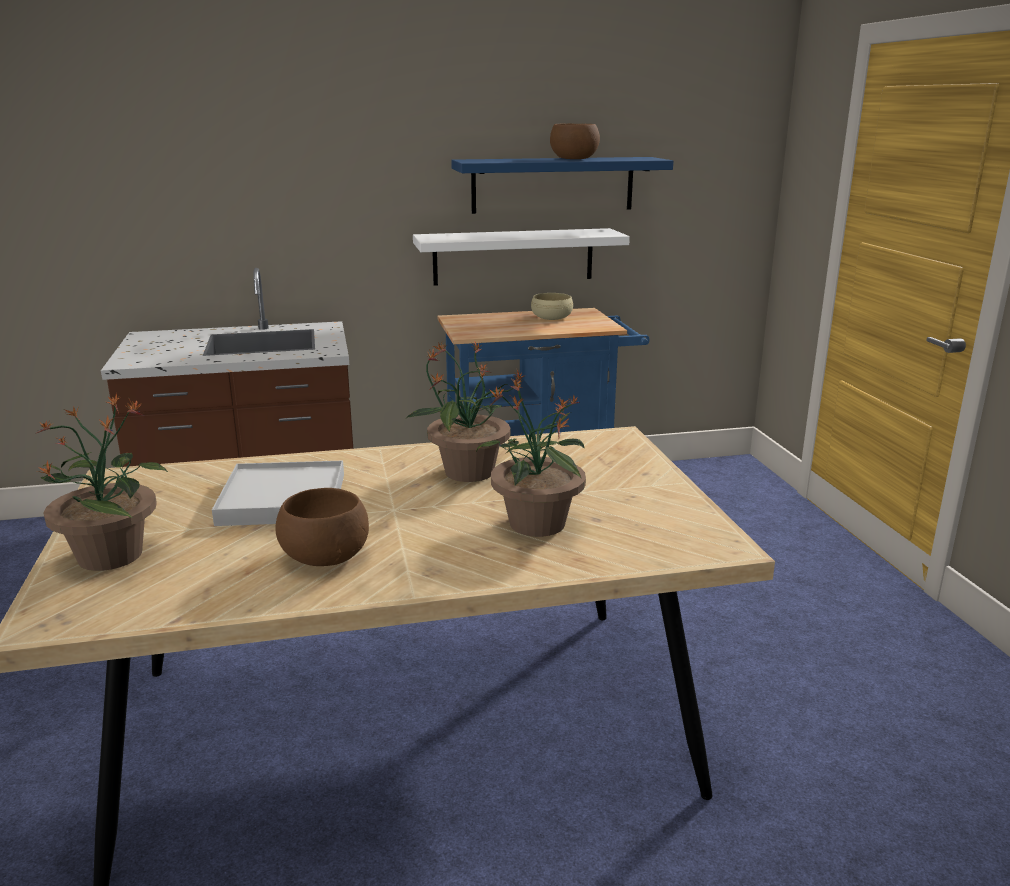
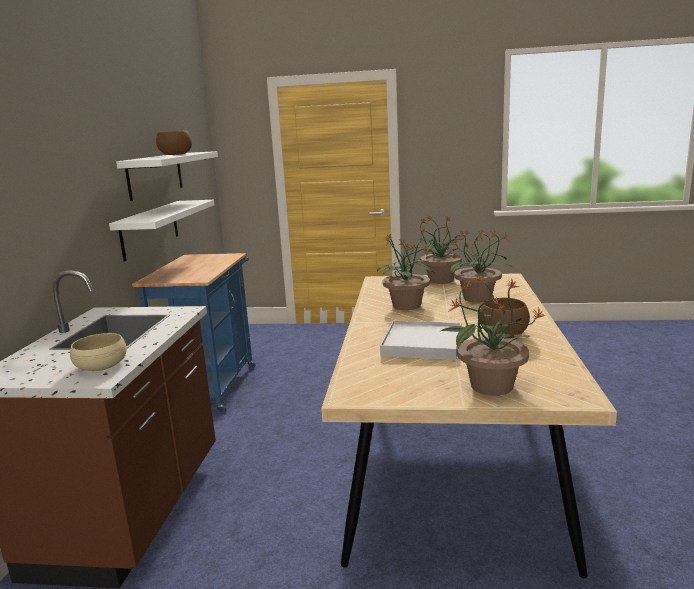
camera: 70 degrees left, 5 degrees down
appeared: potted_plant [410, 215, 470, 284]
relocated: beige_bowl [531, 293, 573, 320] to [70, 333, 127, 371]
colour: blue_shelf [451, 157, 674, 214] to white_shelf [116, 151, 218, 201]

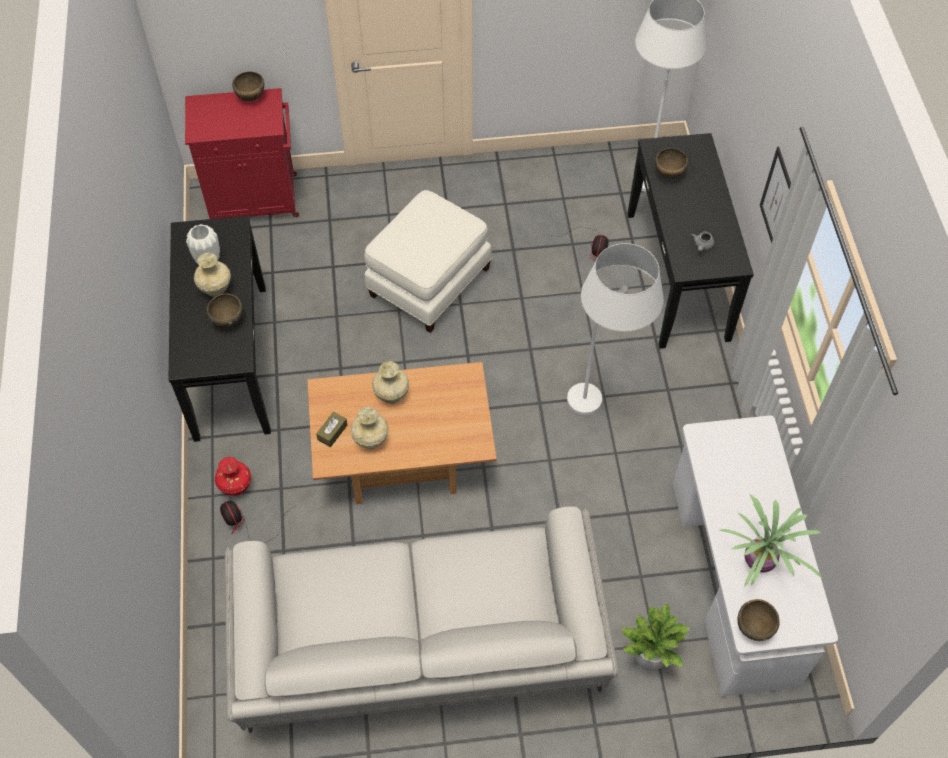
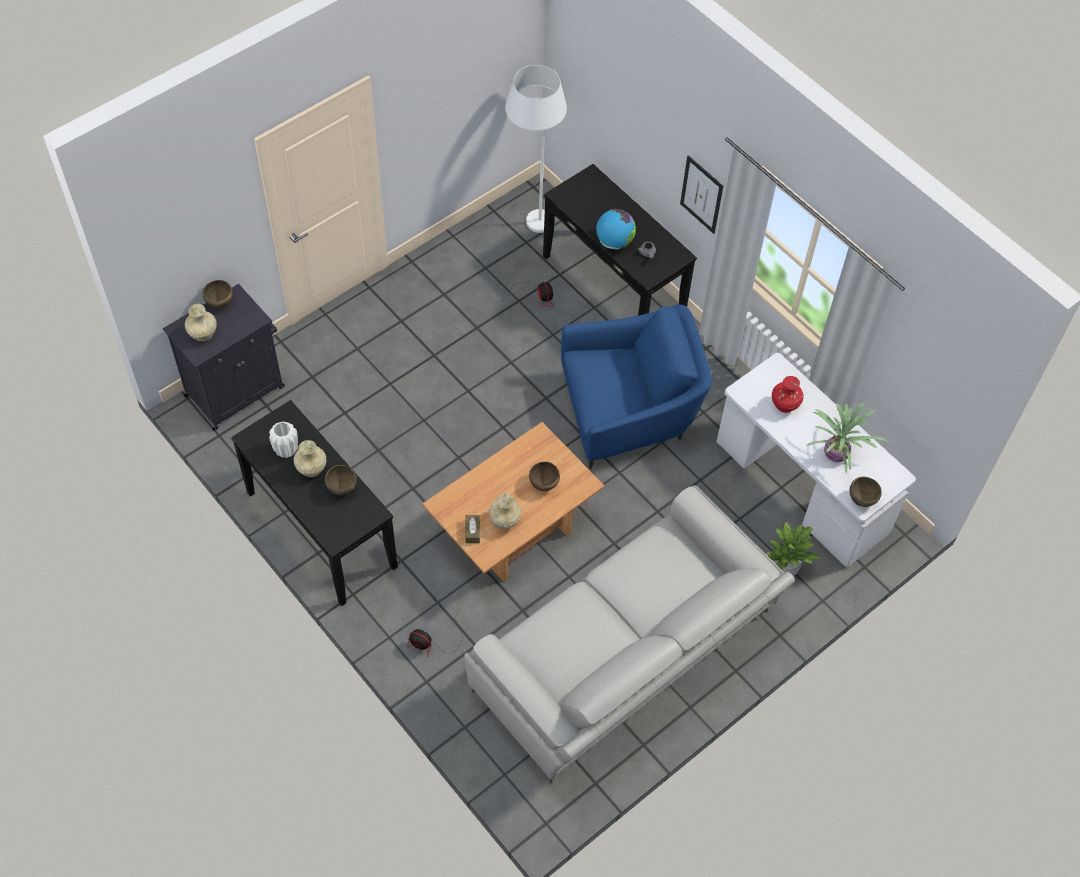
camera: 35 degrees left, 0 degrees up
missing: white_ottoman [364, 190, 492, 333]
appeared: globe [596, 209, 636, 250]
relocated: beige_vase [372, 361, 409, 403] to [185, 304, 217, 341]; brown_bowl [655, 148, 688, 179] to [529, 462, 560, 491]; red_vase [215, 457, 251, 496] to [772, 376, 803, 413]
exchanged: white_floor_lamp [567, 243, 664, 415] to blue_armchair [561, 304, 712, 469]
colour: red_cabinet [185, 88, 299, 219] to black_cabinet [163, 284, 285, 431]

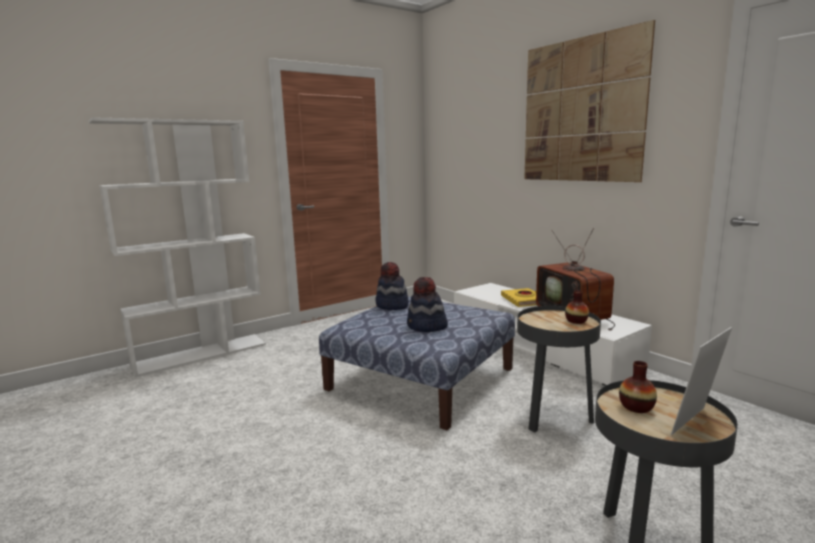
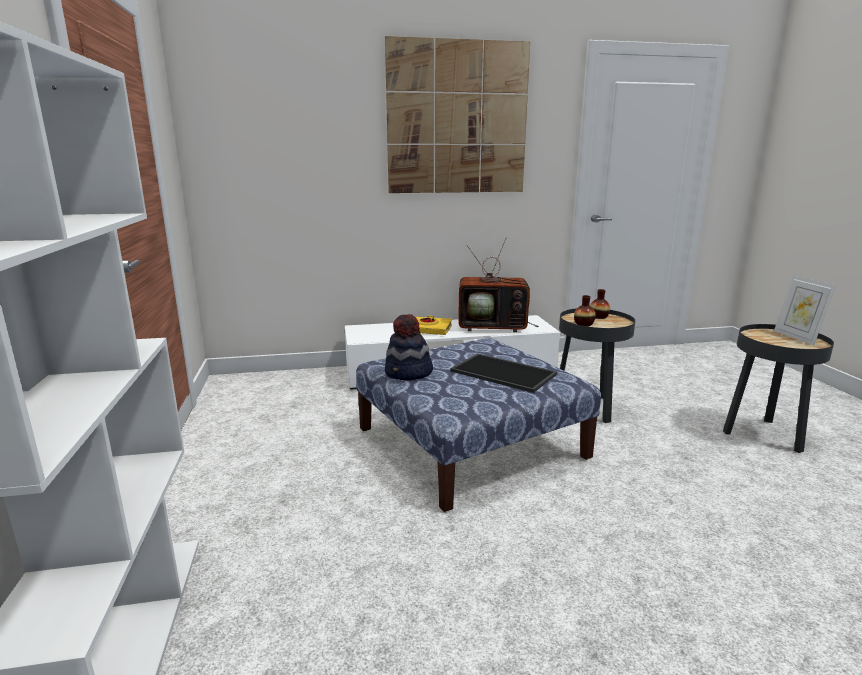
camera: 65 degrees left, 5 degrees up
relocated: vase [619, 361, 657, 413] to [574, 295, 596, 326]
exchanged: hat [407, 277, 448, 332] to tray [450, 353, 557, 393]

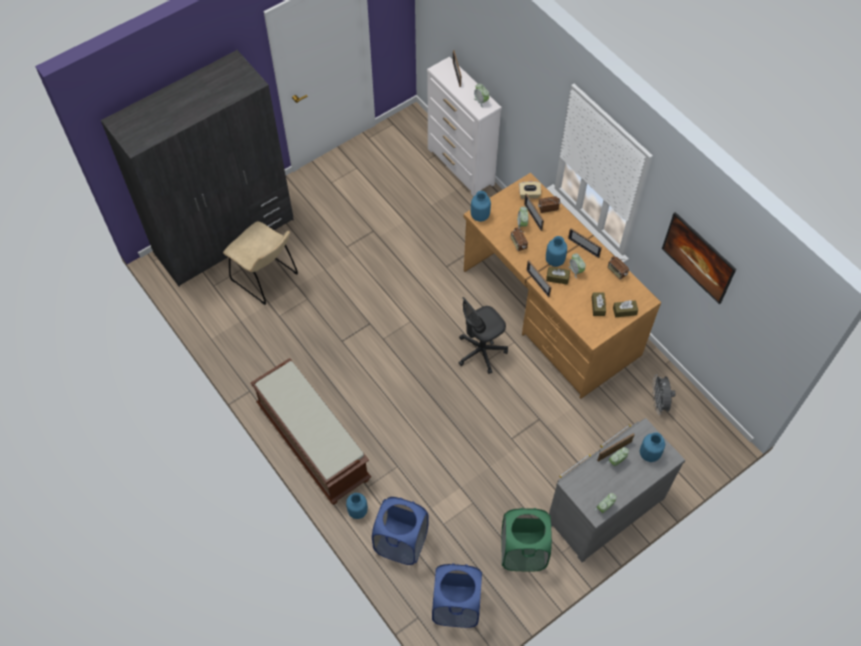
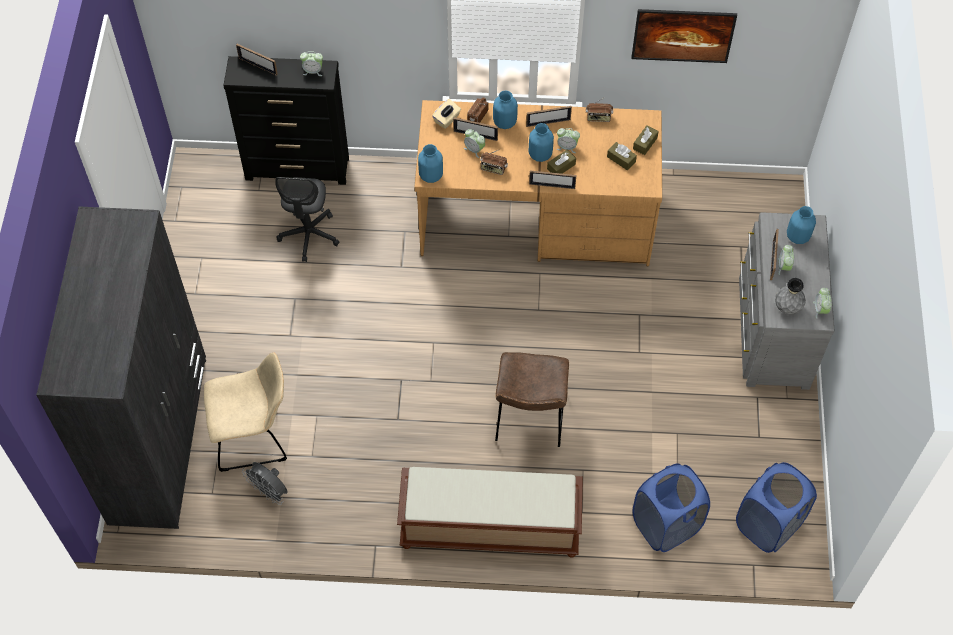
camera: 50 degrees left, 0 degrees up
missing: green_laundry_basket [501, 508, 552, 571]
appeared: brown_chair [495, 352, 569, 447]; grey_vase [775, 278, 806, 315]
relocated: grey_fan [652, 374, 676, 415] to [242, 462, 288, 505]; grey_office_chair [459, 297, 508, 374] to [275, 177, 339, 262]; blue_vase [346, 493, 368, 519] to [493, 90, 518, 129]
colour: white_dresser [427, 56, 502, 197] to black_dresser [223, 56, 349, 185]

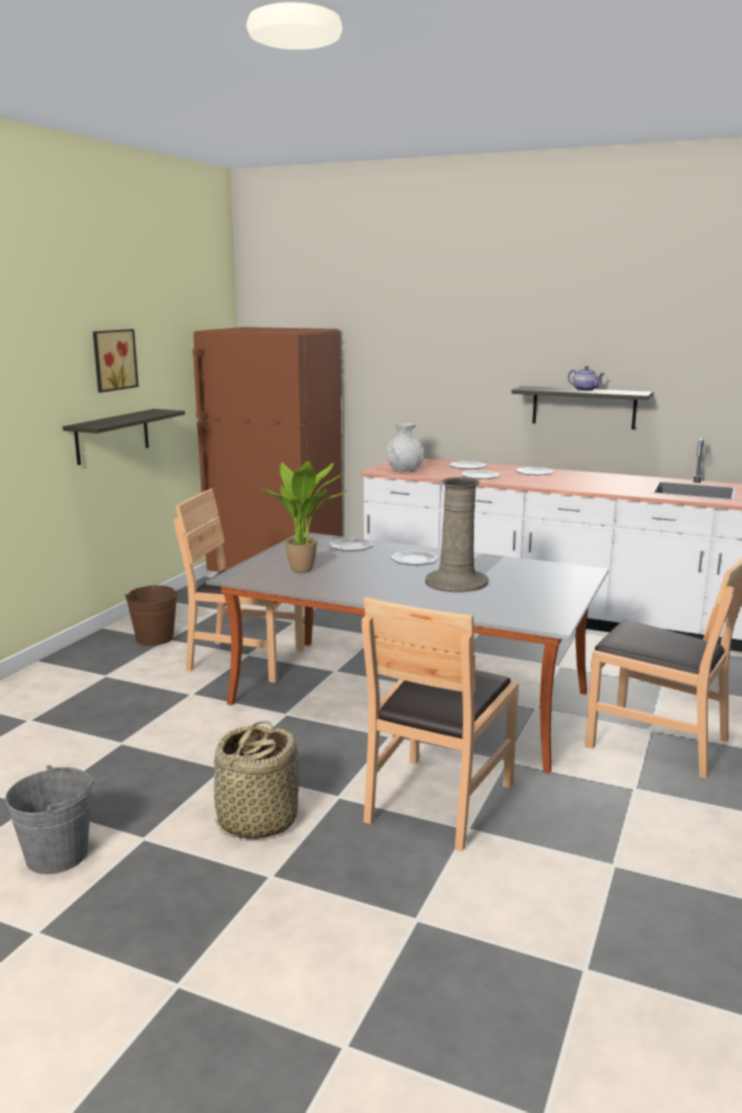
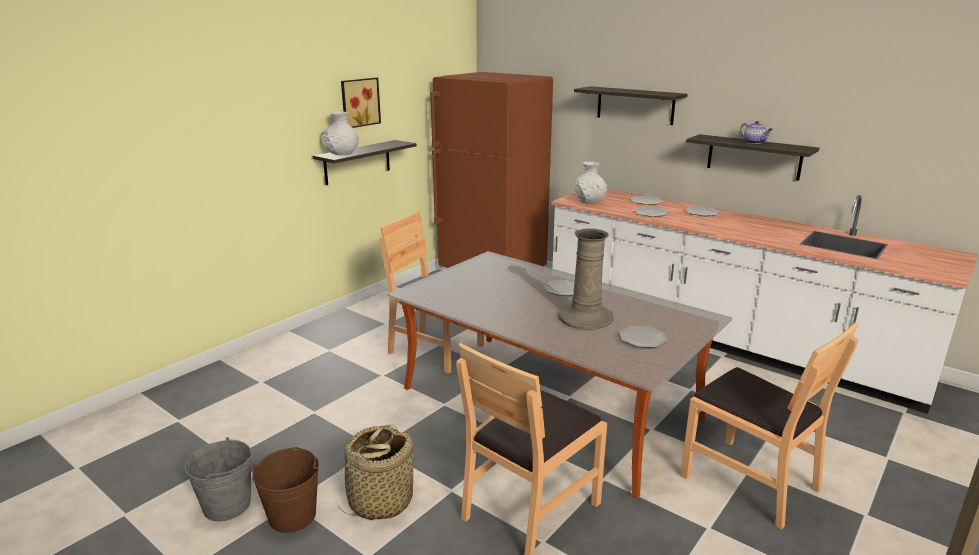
camera: 15 degrees right, 5 degrees up
missing: potted_plant [260, 461, 346, 573]
appeared: white_vase [322, 112, 359, 155]; shelf [574, 86, 688, 125]
relocated: brown_bucket [125, 585, 178, 646] to [252, 447, 319, 533]; plate [328, 538, 373, 551] to [619, 326, 667, 348]

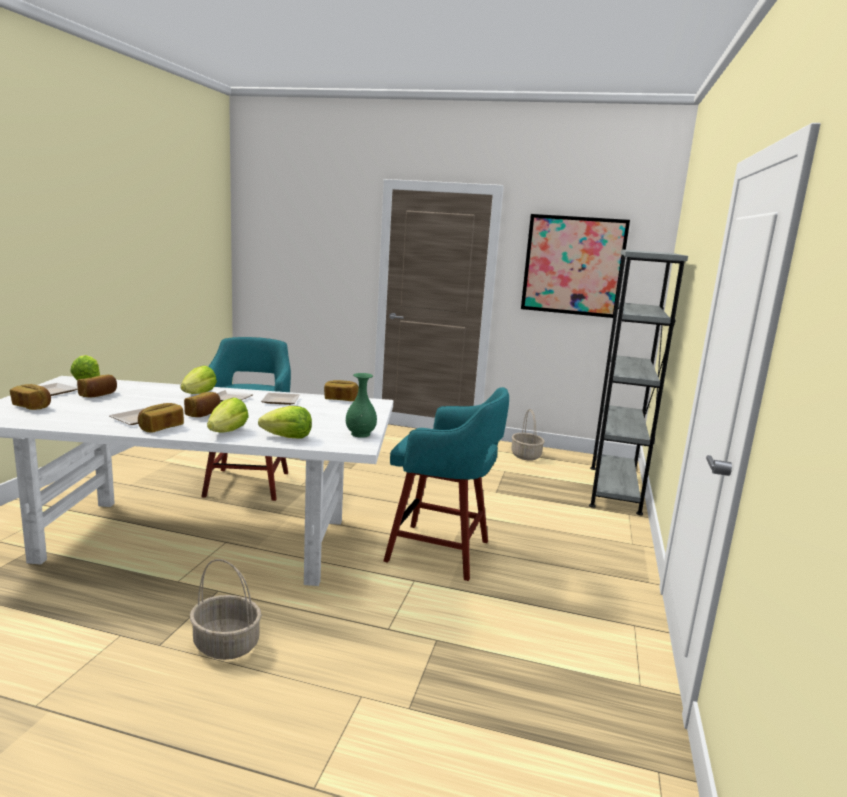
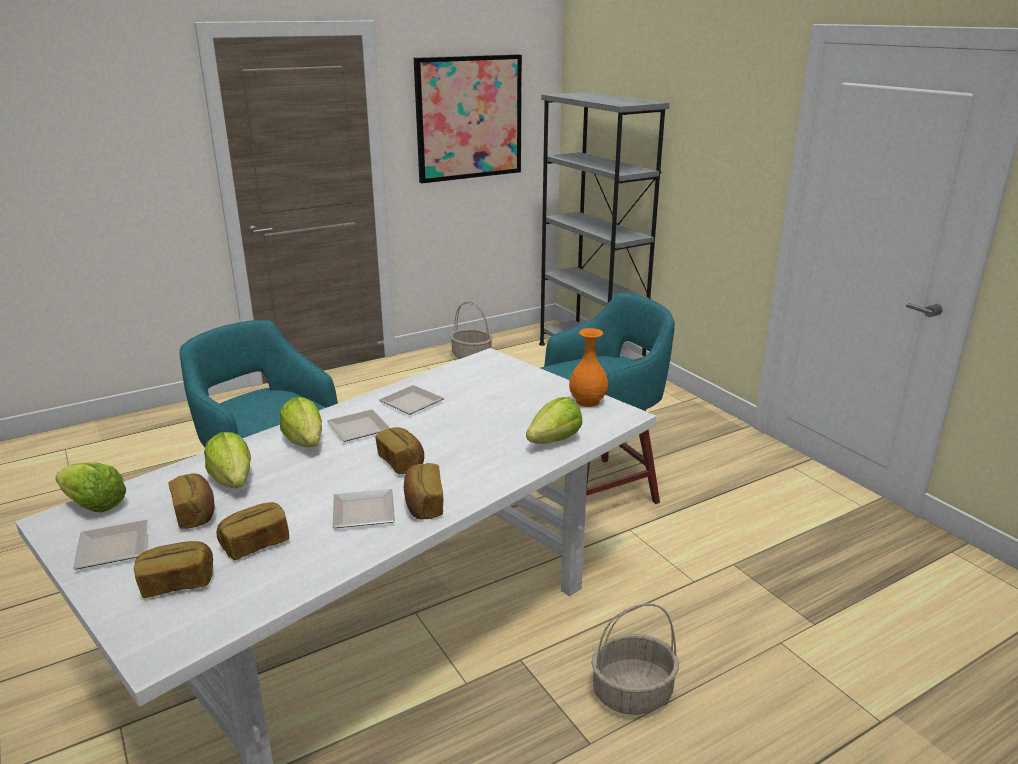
camera: 45 degrees left, 10 degrees up
relocated: lettuce [207, 398, 249, 433] to [204, 432, 251, 488]; bread [324, 380, 359, 401] to [217, 502, 289, 560]
colour: green_vase [346, 373, 377, 438] to orange_vase [569, 328, 608, 407]

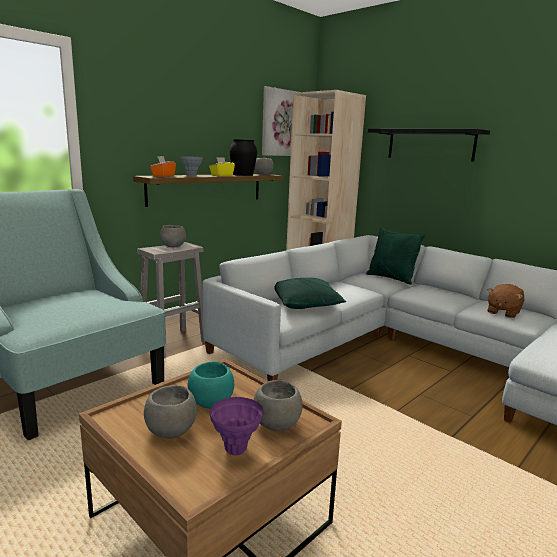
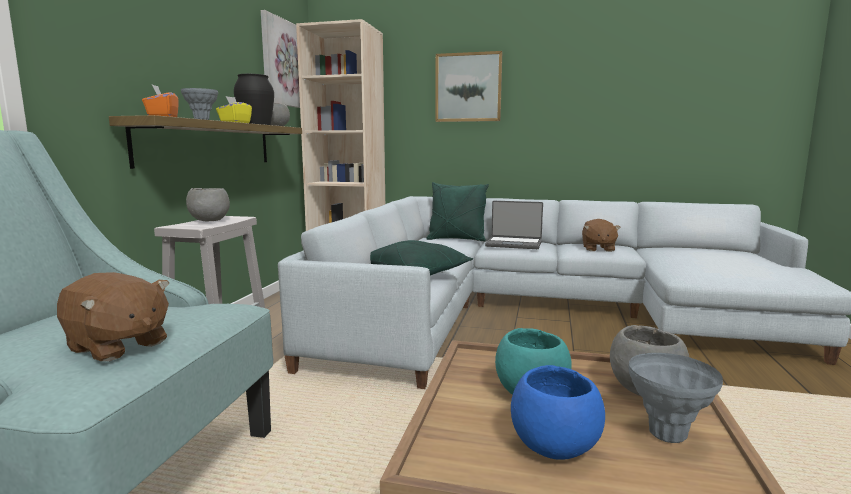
camera: 30 degrees left, 5 degrees down
appeared: brown_plush_toy [57, 272, 169, 361]; laptop [485, 201, 543, 249]
exchanged: black_shelf [368, 129, 490, 162] to picture [435, 51, 502, 122]
colour: grey_bowl [144, 385, 197, 439] to blue_bowl [511, 365, 605, 460]; purple_vase [210, 397, 264, 455] to grey_vase [629, 353, 723, 443]

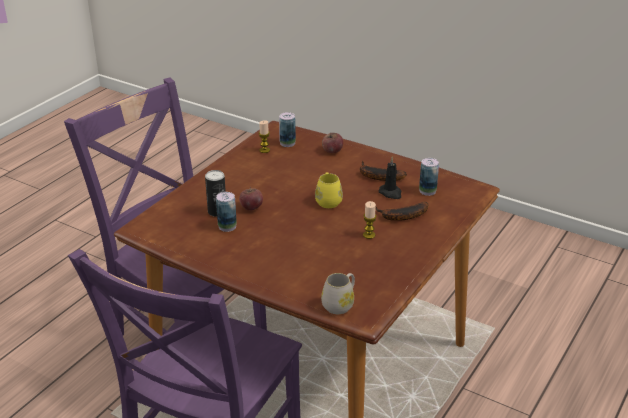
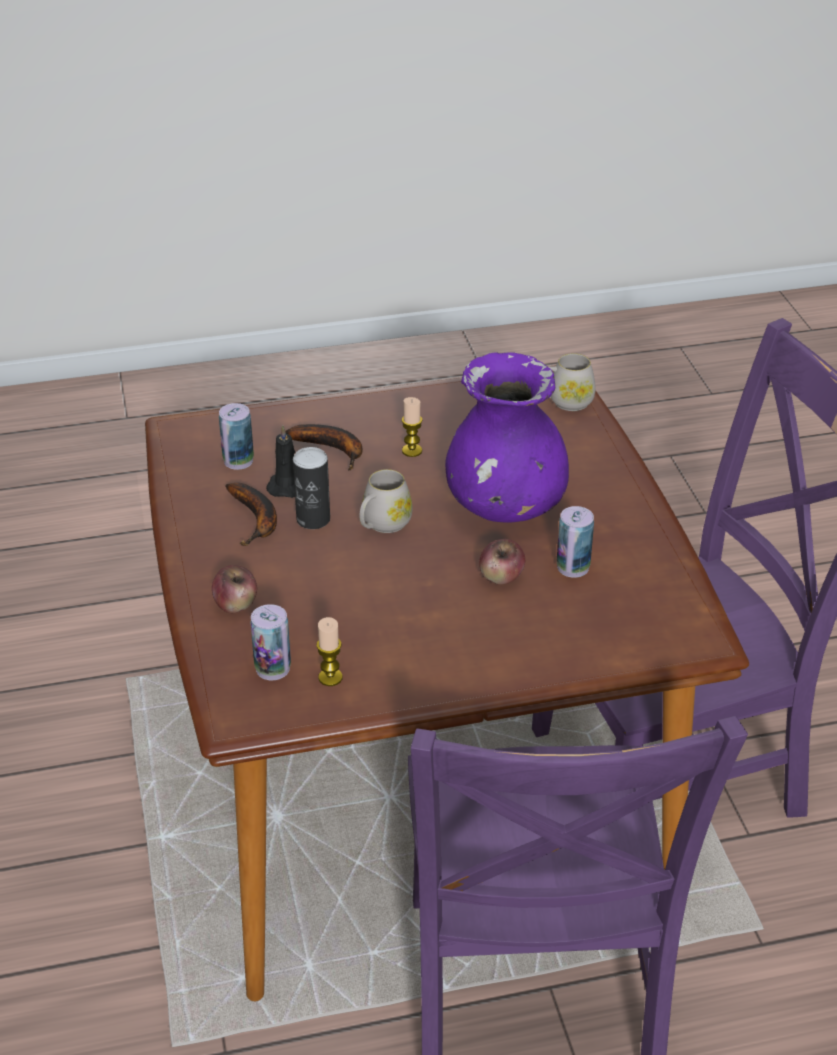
camera: 135 degrees left, 5 degrees up
appeared: purple_vase [445, 352, 569, 523]
relocated: can [205, 170, 226, 217] to [293, 447, 330, 529]
colour: yellow_mug [315, 172, 343, 208] to white_mug [360, 469, 413, 533]

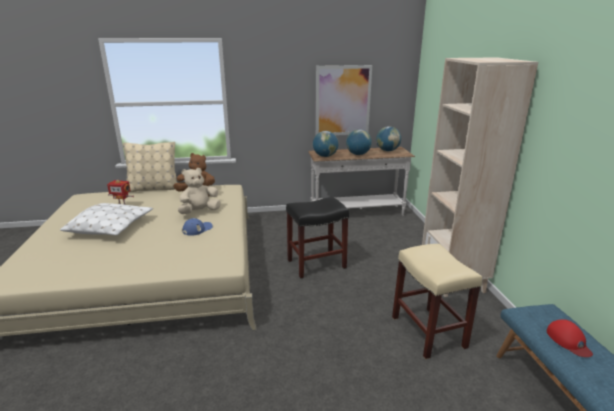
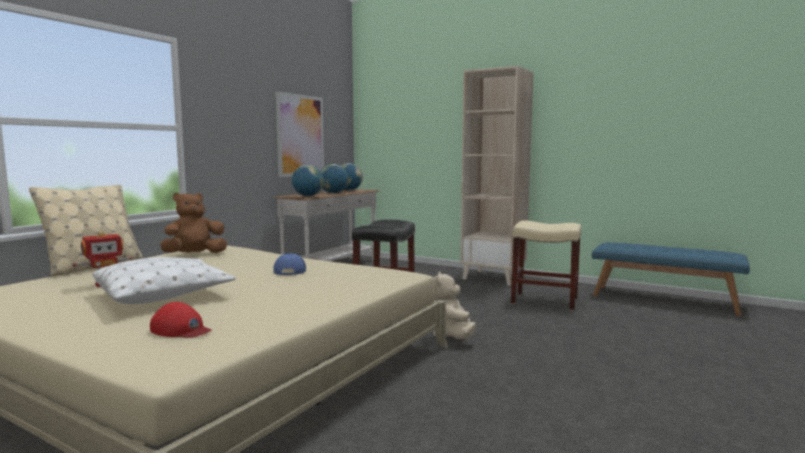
camera: 50 degrees left, 15 degrees down
relocated: red_cap [547, 319, 593, 357] to [150, 302, 212, 338]; beige_plush_toy [178, 168, 221, 214] to [433, 272, 476, 339]

